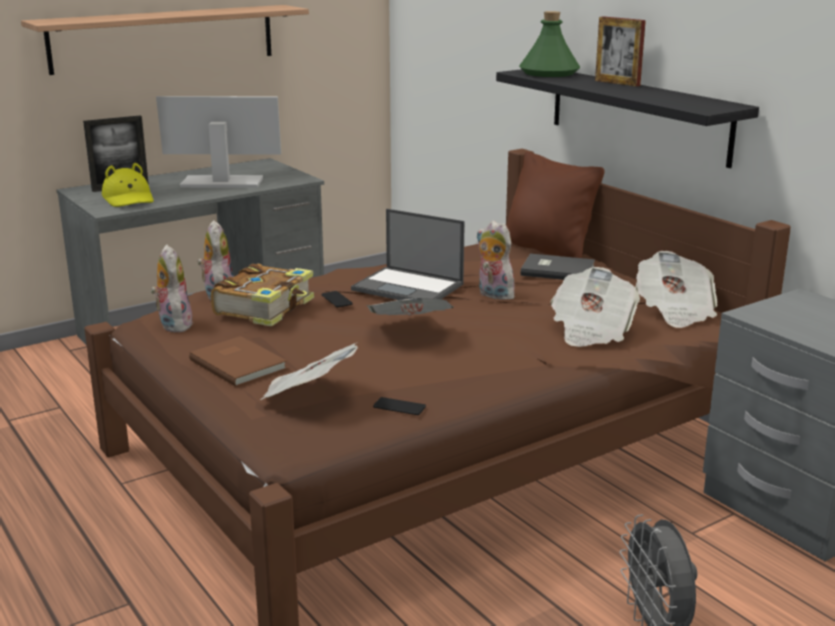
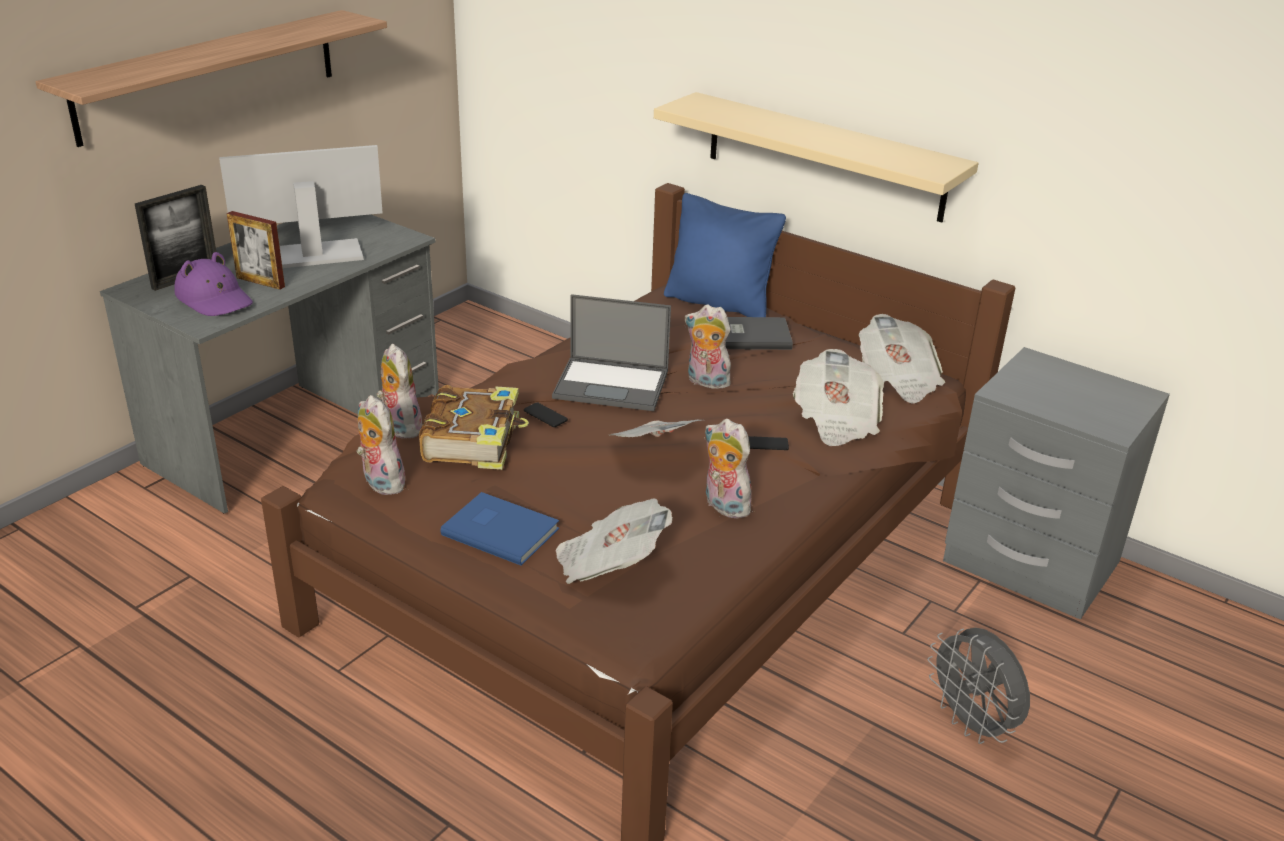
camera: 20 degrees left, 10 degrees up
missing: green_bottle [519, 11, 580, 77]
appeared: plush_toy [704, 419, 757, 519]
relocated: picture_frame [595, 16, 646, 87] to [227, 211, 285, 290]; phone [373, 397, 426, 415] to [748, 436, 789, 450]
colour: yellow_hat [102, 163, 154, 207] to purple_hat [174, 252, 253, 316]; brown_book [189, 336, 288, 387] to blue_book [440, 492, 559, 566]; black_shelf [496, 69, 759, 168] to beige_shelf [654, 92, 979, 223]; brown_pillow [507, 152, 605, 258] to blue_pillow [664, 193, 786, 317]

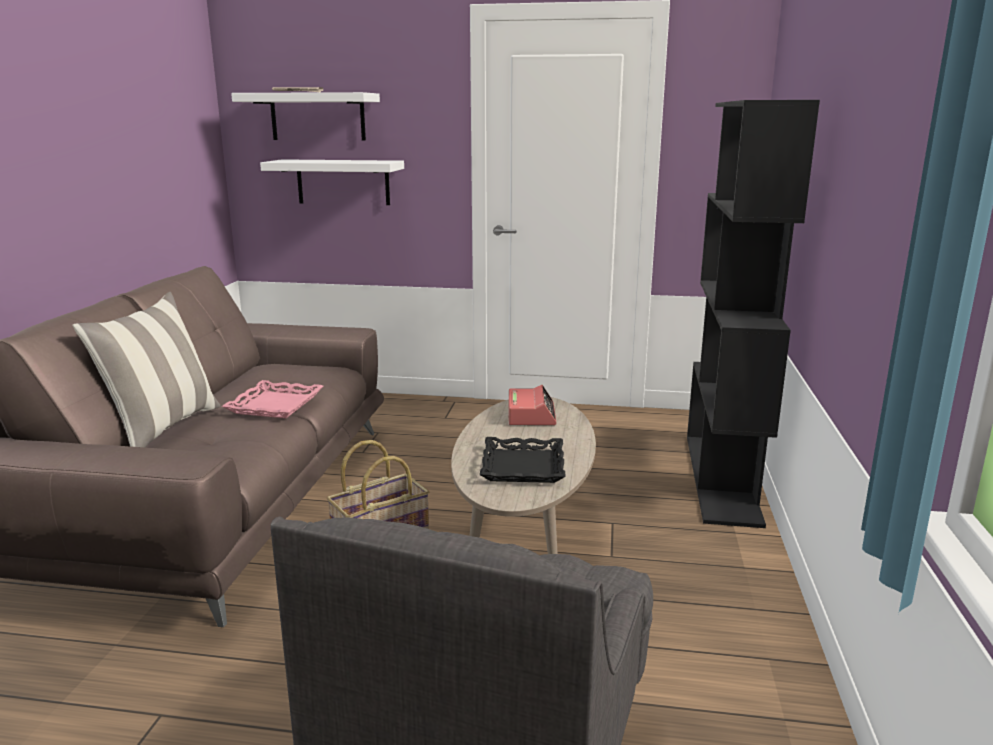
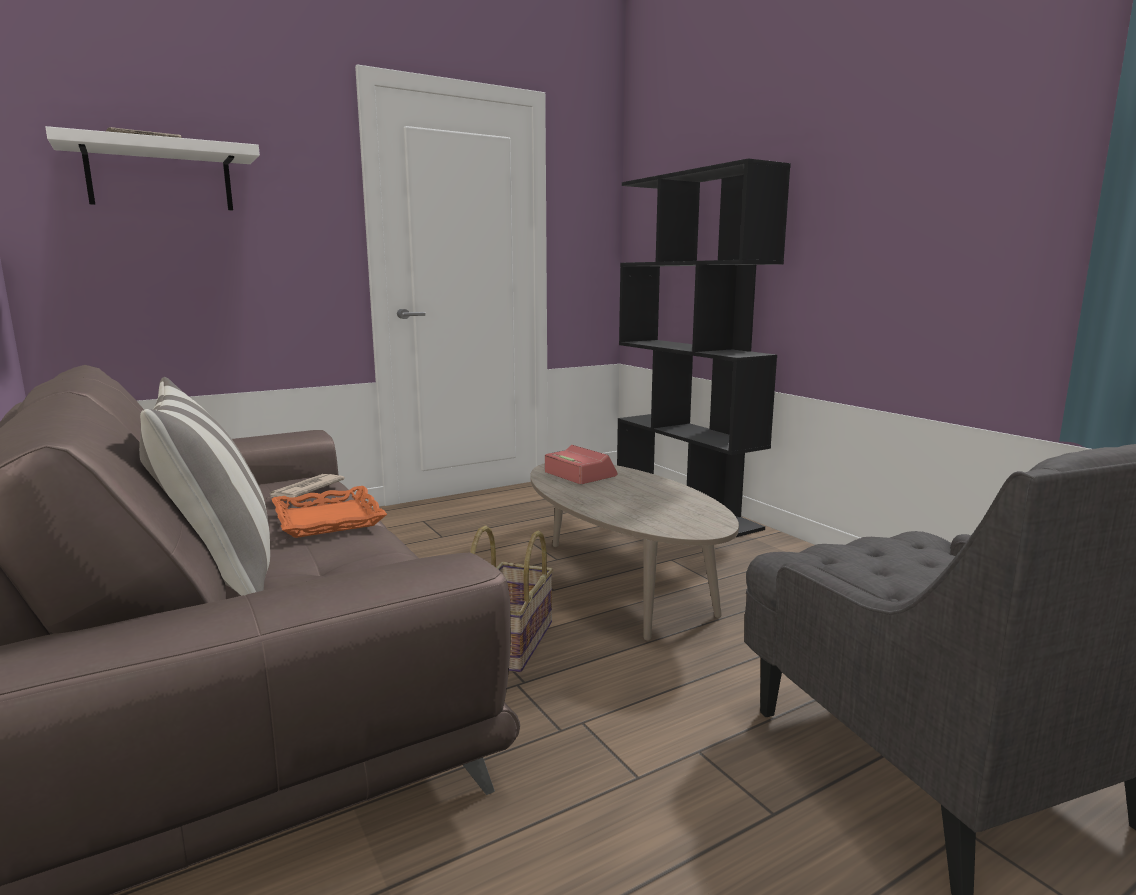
camera: 40 degrees left, 5 degrees down
missing: white_shelf [260, 159, 404, 205]; black_tray [480, 437, 566, 483]
appeared: newspaper [269, 474, 345, 498]
colour: pink_tray [222, 380, 323, 418] to orange_tray [272, 486, 387, 538]

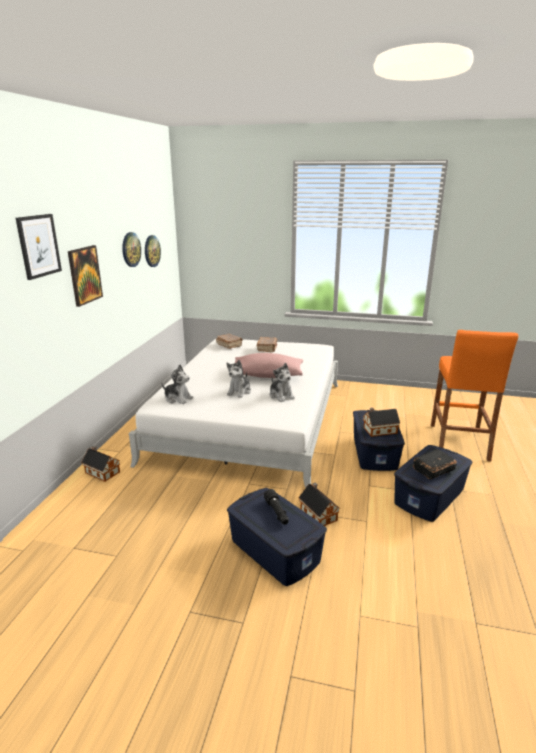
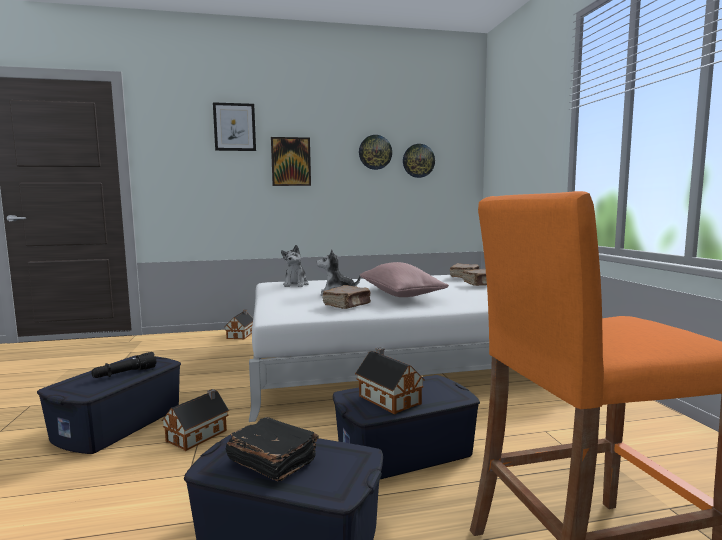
camera: 65 degrees right, 15 degrees down
exchanged: plush_toy [270, 363, 295, 402] to brown_book [322, 285, 371, 309]

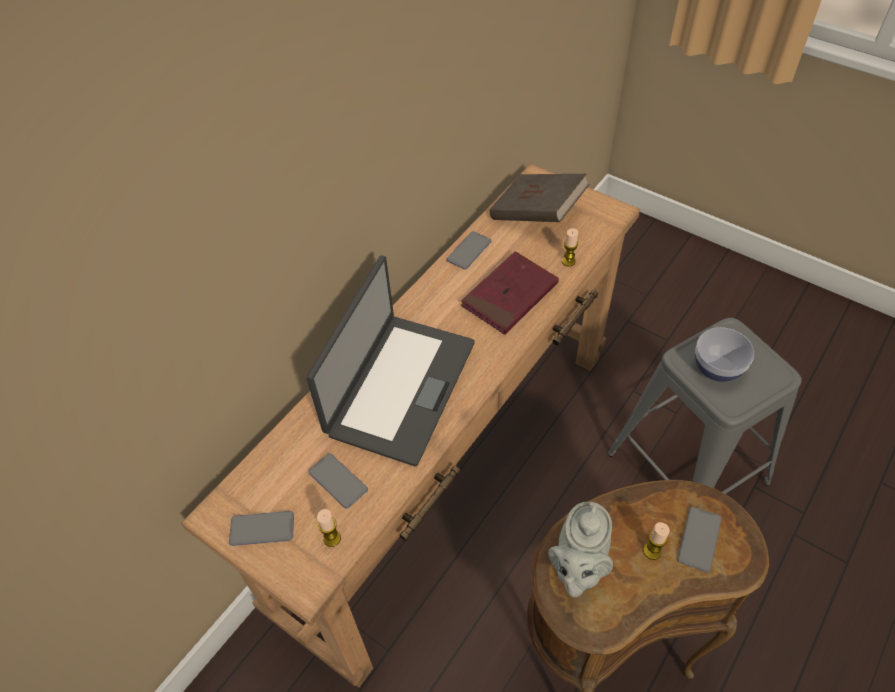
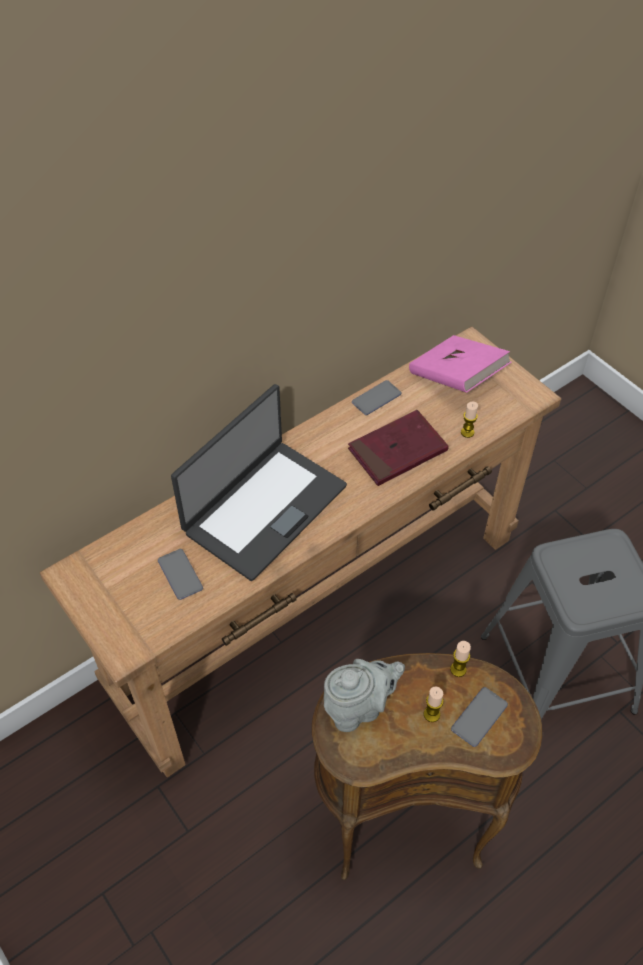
camera: 15 degrees right, 0 degrees up
missing: phone [229, 511, 294, 546]; bowl [695, 327, 754, 382]
relocated: candle [317, 509, 341, 547] to [450, 641, 471, 677]
colour: brown_book [489, 174, 590, 222] to pink_book [409, 335, 512, 393]
spun: grey_teapot [548, 502, 613, 597] = [324, 659, 405, 732] 150 degrees counterclockwise

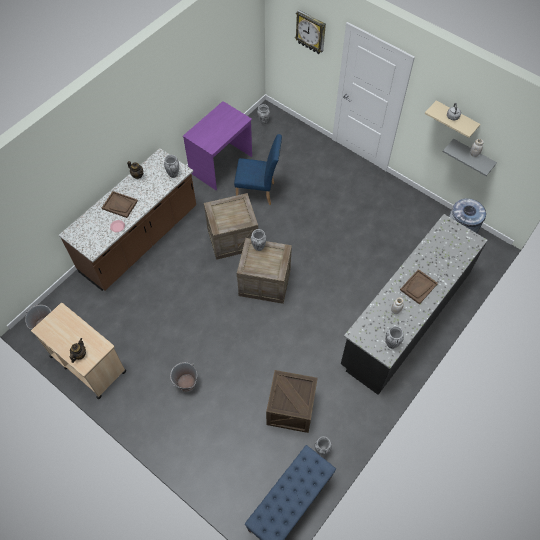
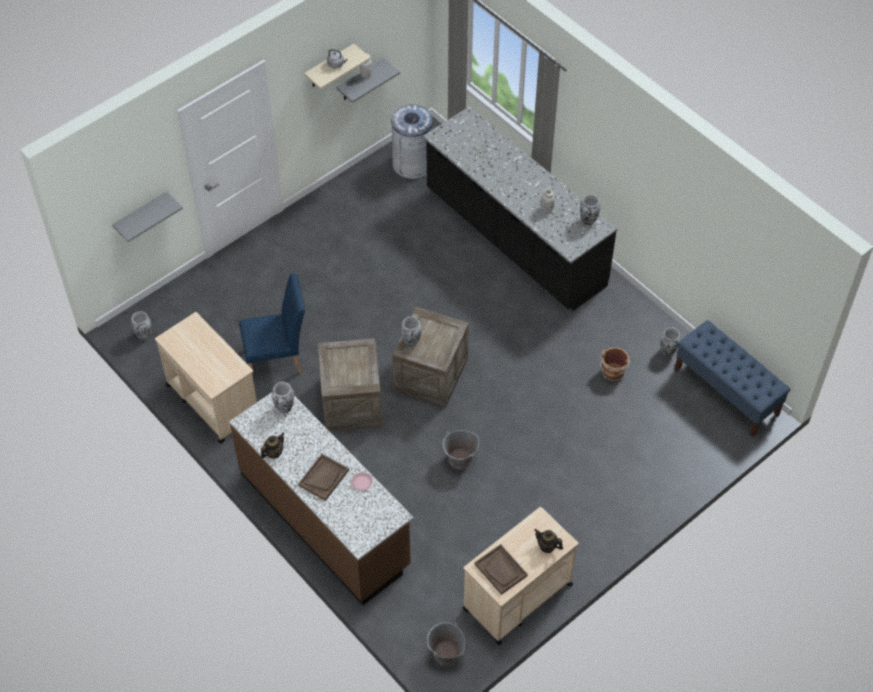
camera: 80 degrees left, 5 degrees down
missing: wall_clock [295, 10, 326, 54]
appeared: grey_shelf [112, 192, 183, 242]
relocated: grey_bucket [170, 362, 197, 392] to [443, 430, 479, 469]; brown_tray [400, 269, 438, 305] to [474, 544, 528, 595]
exchanged: purple_desk [183, 101, 252, 190] to beige_cart [155, 312, 257, 444]; crate [266, 370, 318, 433] to brown_bucket [600, 347, 630, 382]
spun: blue_chair [234, 134, 282, 205] = [239, 273, 305, 376] 60 degrees clockwise

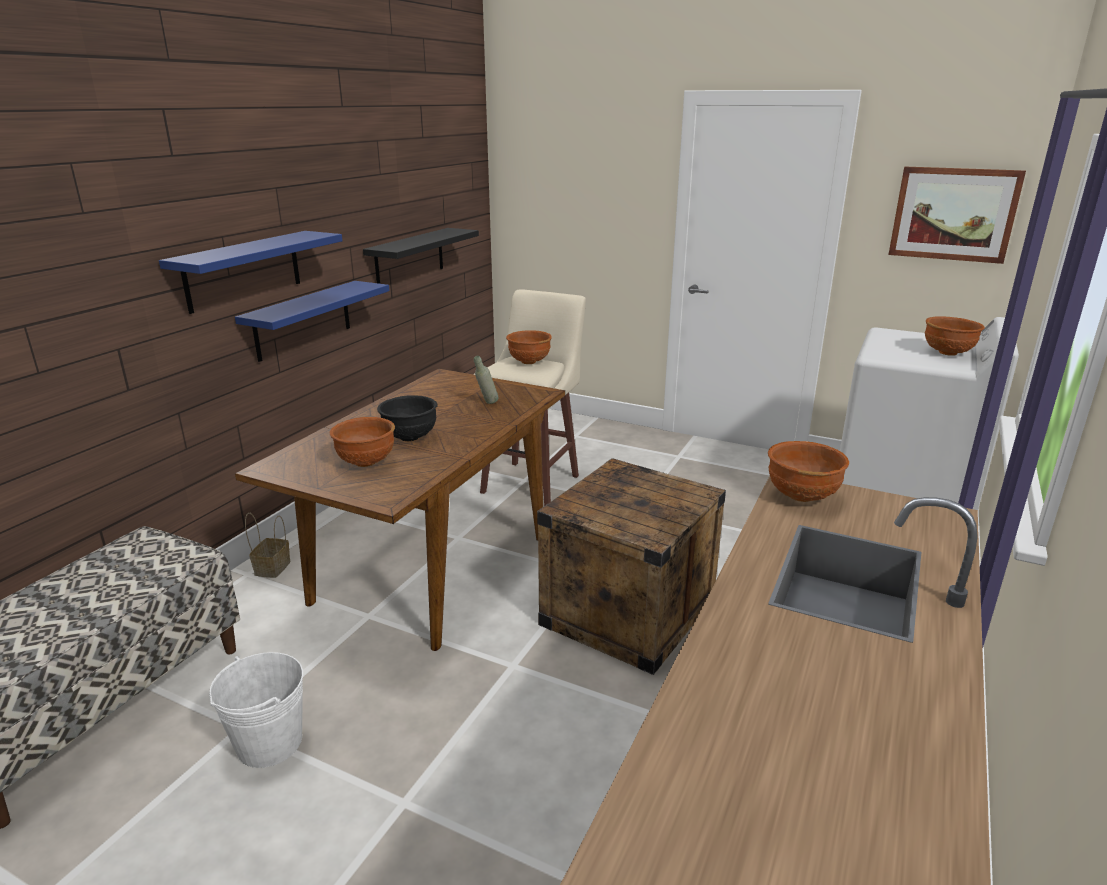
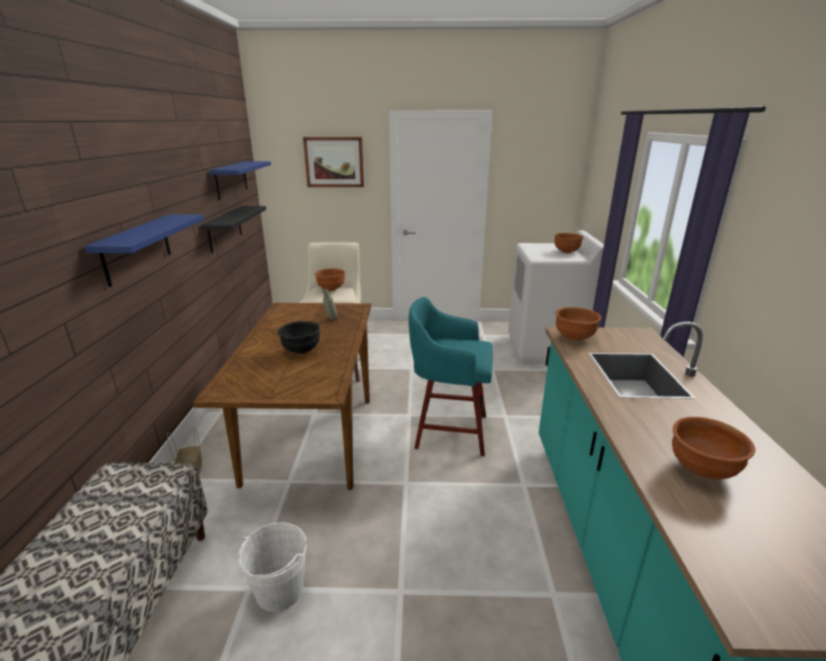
camera: 25 degrees left, 0 degrees up
relocated: blue_shelf [235, 281, 389, 362] to [209, 161, 271, 200]; picture [888, 167, 1026, 264] to [303, 137, 364, 187]; brown_bowl [330, 417, 395, 467] to [672, 417, 756, 480]
exchanged: crate [537, 458, 726, 675] to turquoise_stool [409, 297, 493, 456]

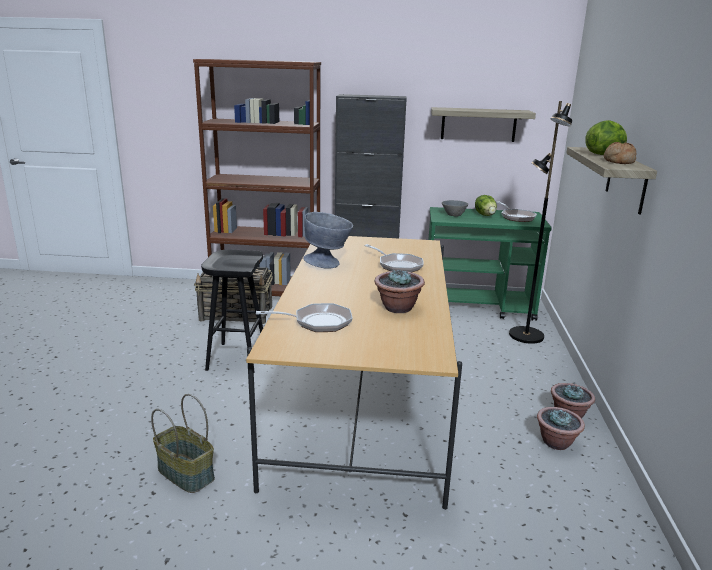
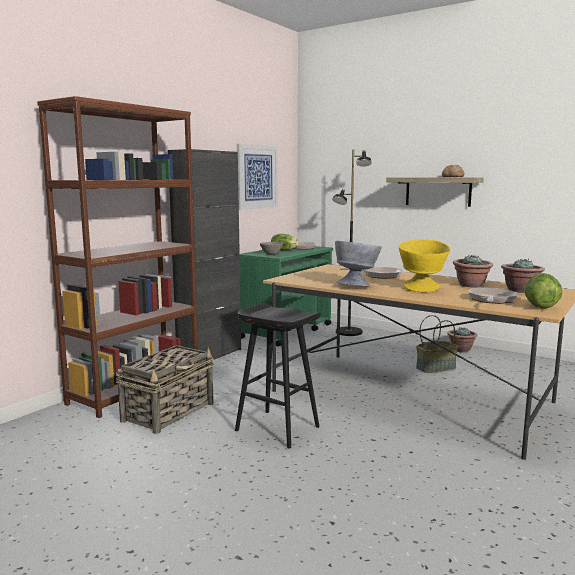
camera: 60 degrees left, 10 degrees down
appeared: yellow_bowl [399, 239, 450, 292]
relocated: basket [151, 394, 215, 493] to [416, 315, 458, 373]; potted_plant [537, 407, 585, 450] to [501, 258, 545, 293]; lettuce [585, 120, 627, 155] to [524, 273, 563, 309]
exchanged: shelf [431, 107, 536, 142] to picture [237, 144, 278, 210]

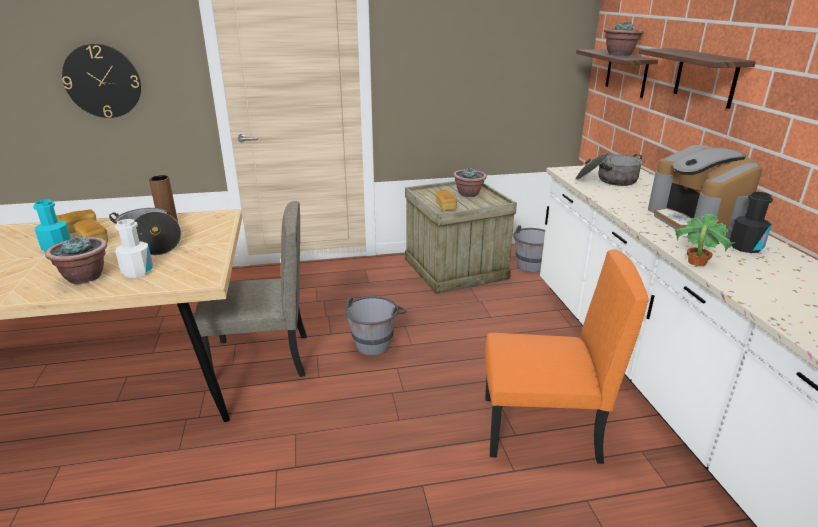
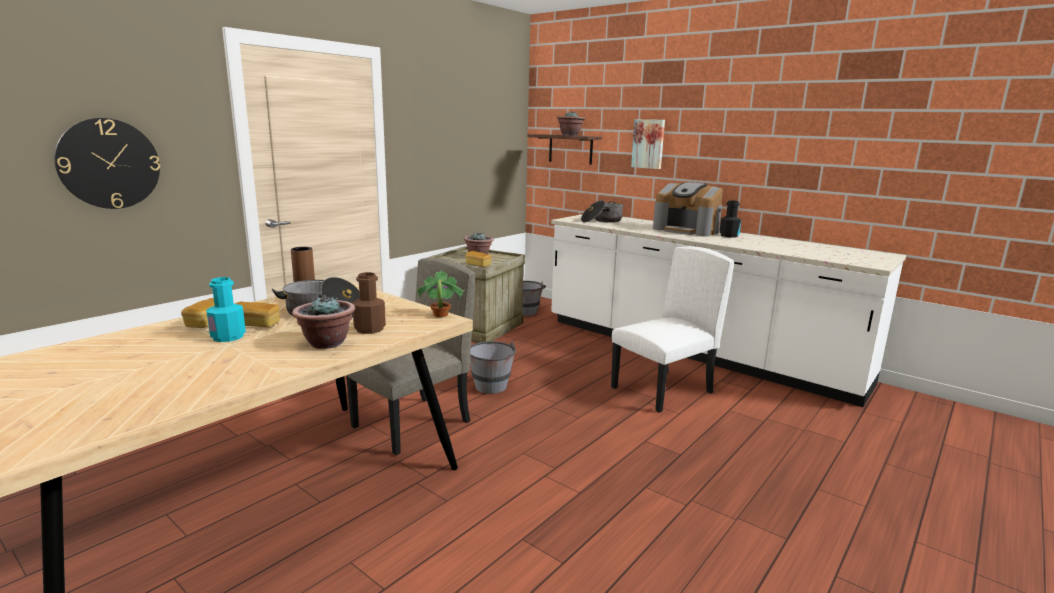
camera: 40 degrees left, 10 degrees down
relocated: potted_plant [675, 214, 735, 266] to [416, 271, 465, 317]
exchanged: shelf [639, 48, 756, 109] to picture [631, 119, 665, 169]
colour: white_bottle [115, 219, 153, 278] to brown_bottle [352, 272, 386, 334]; orange_chair [485, 249, 648, 464] to white_chair [611, 246, 734, 412]

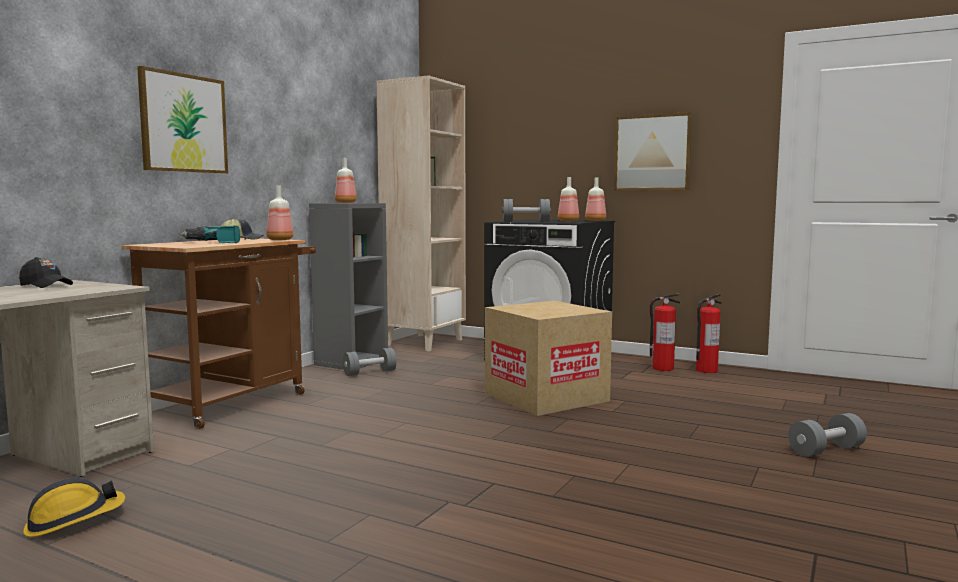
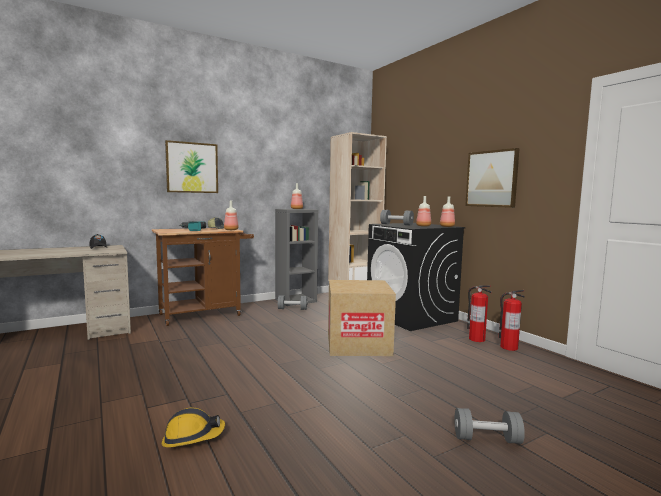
camera: 30 degrees right, 0 degrees up
relocated: hard_hat [23, 478, 125, 537] to [162, 407, 225, 447]

